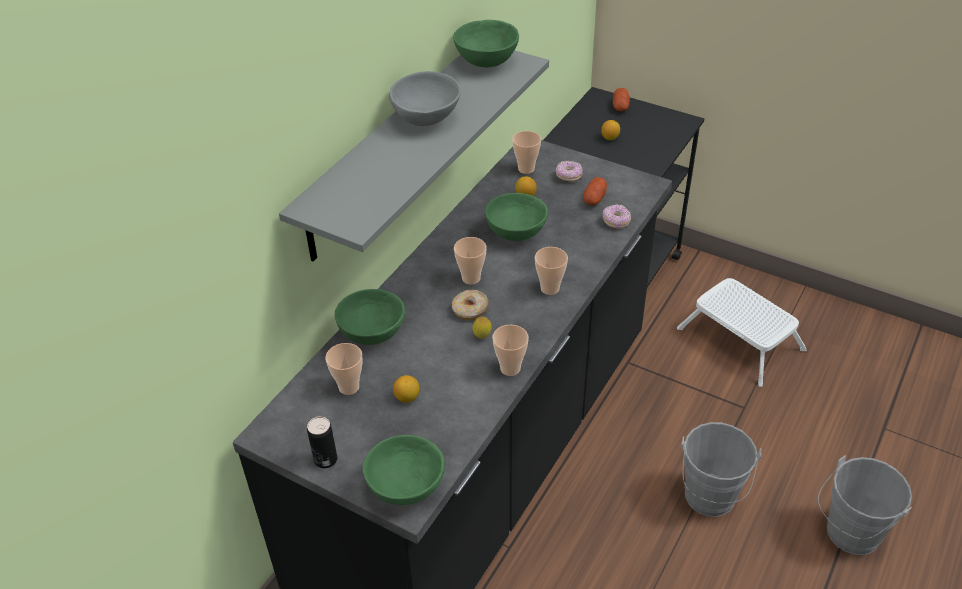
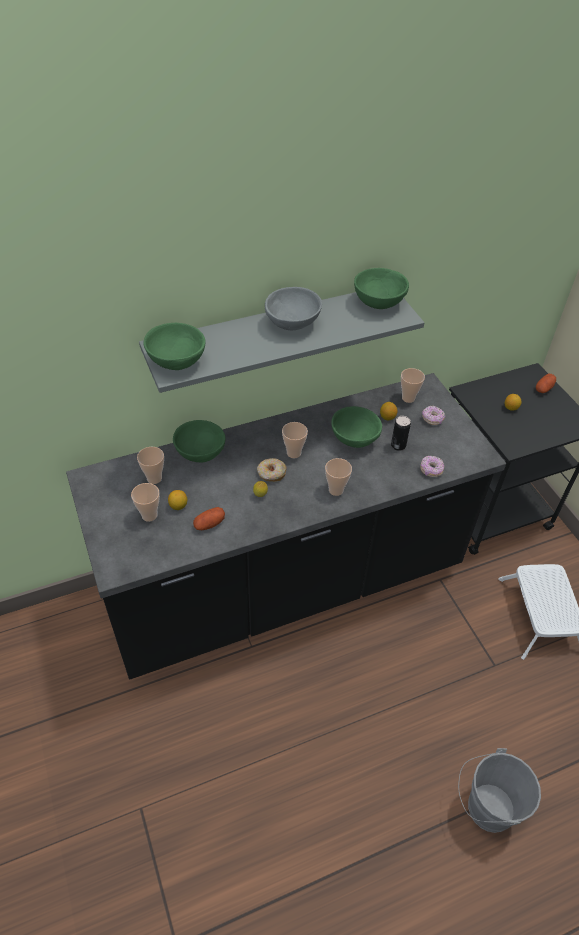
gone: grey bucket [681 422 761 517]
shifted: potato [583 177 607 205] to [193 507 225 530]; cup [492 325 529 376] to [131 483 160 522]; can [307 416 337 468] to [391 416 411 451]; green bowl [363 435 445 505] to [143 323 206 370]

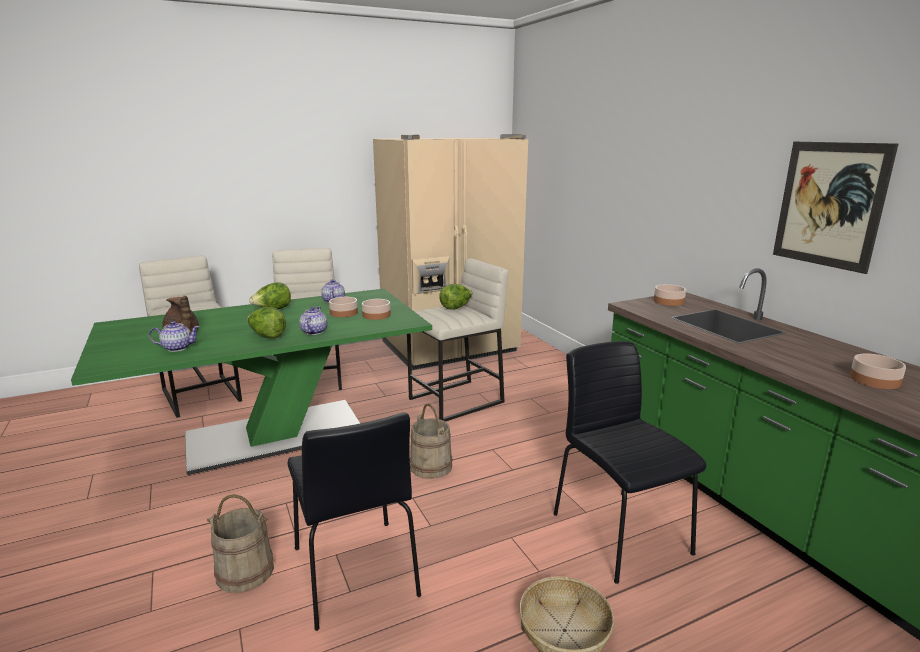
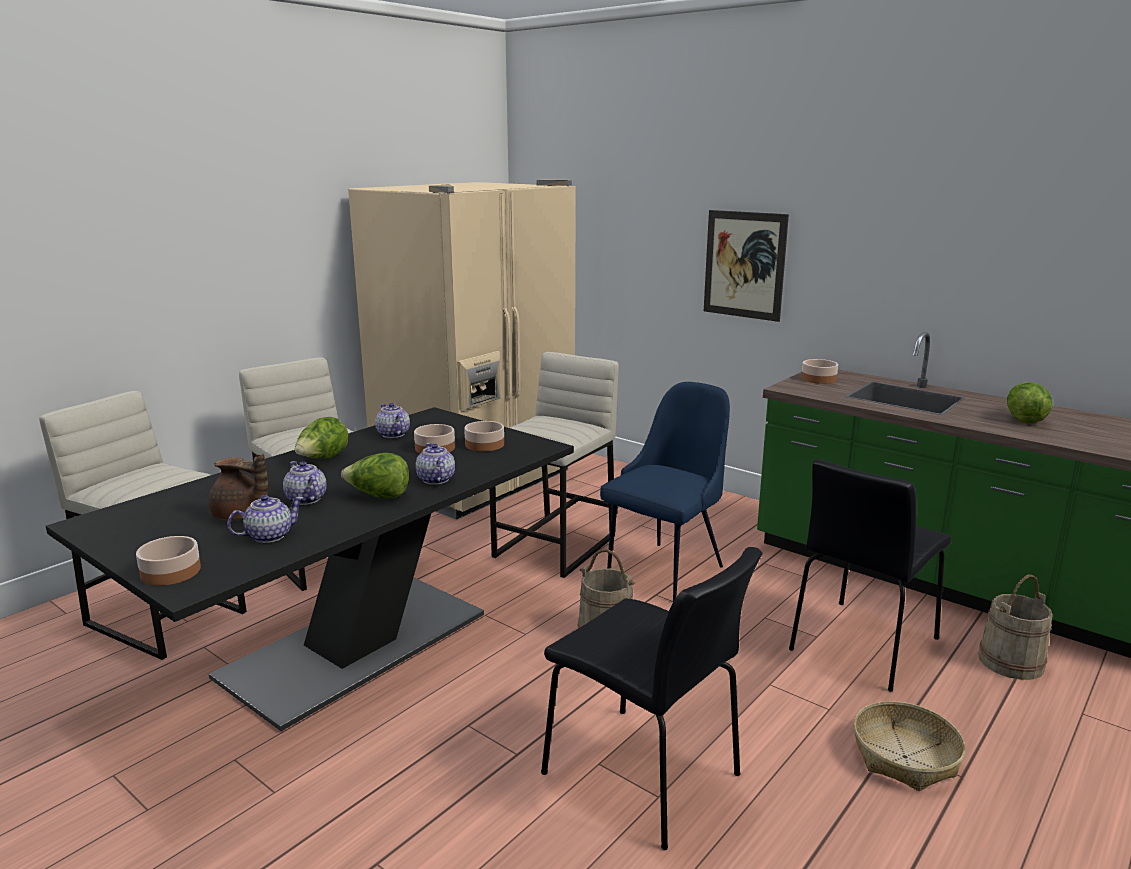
new: blue chair [600 382 730 602]; teapot [283 461 327 505]
shifted: picture [773 142 898 274] to [704 210 789 322]; lettuce [439 284 472 310] to [1007 382 1052 424]; bowl [850 354 906 389] to [136 536 201 586]; beige bucket [207 494 274 593] to [978 575 1053 680]
repainted: green dining table [71 289 432 475] to black dining table [46 407 574 731]
rotated: black chair [554 341 706 584] = [789 459 952 692] 90 degrees counterclockwise

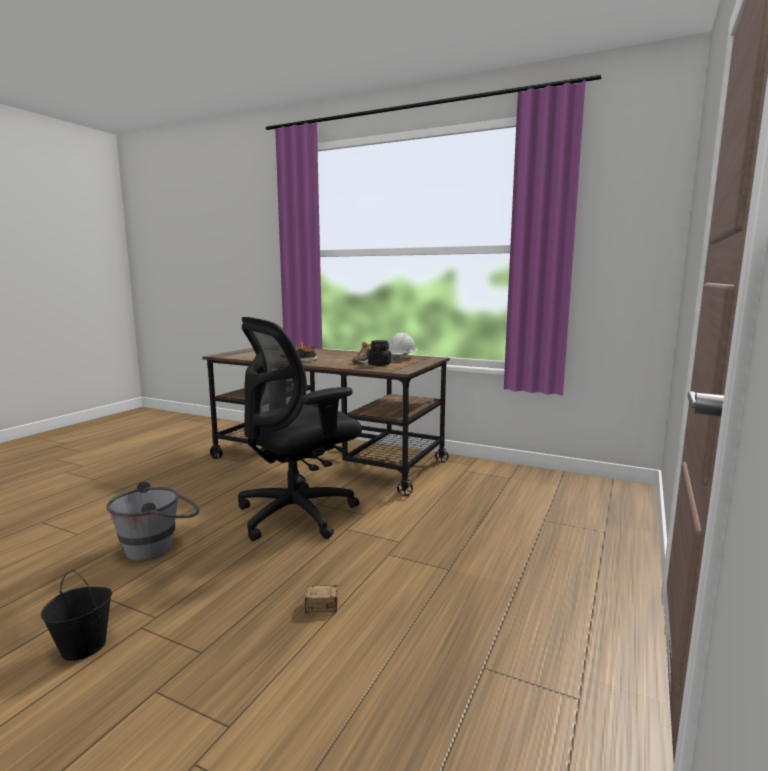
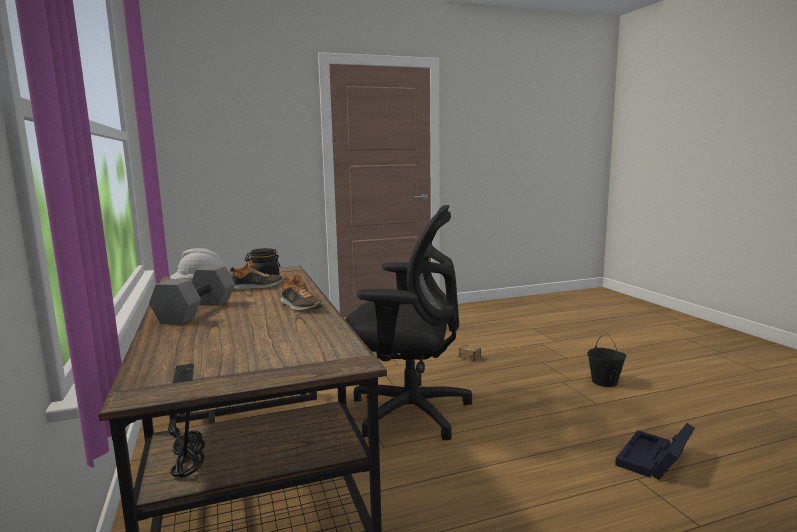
gone: grey bucket [106 481 199 561]
new: grey dumbbell [149 265 235 325]; black storage box [615 423 695 480]

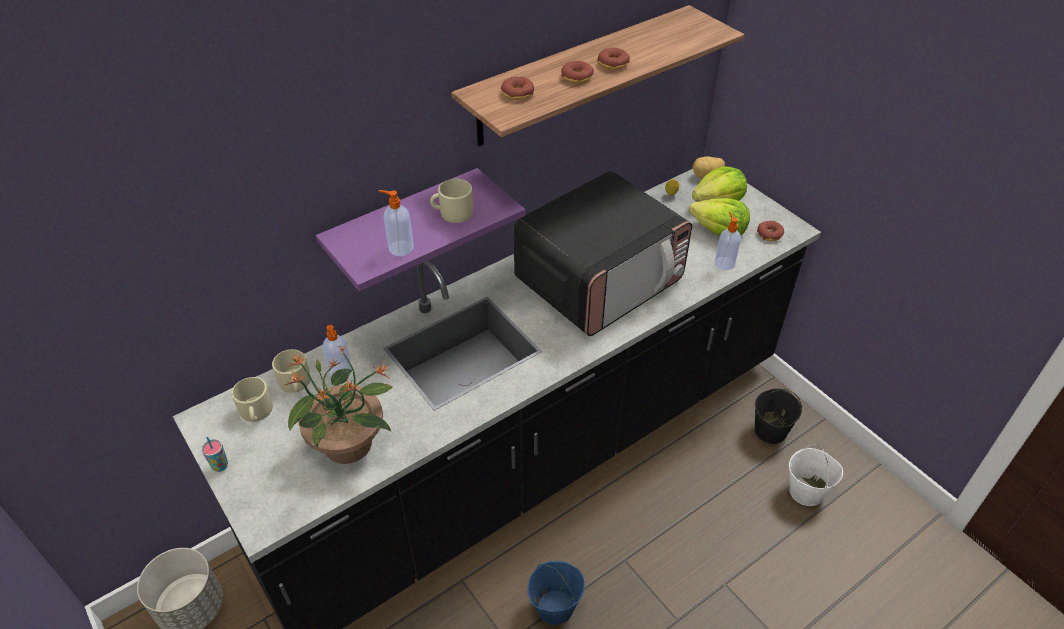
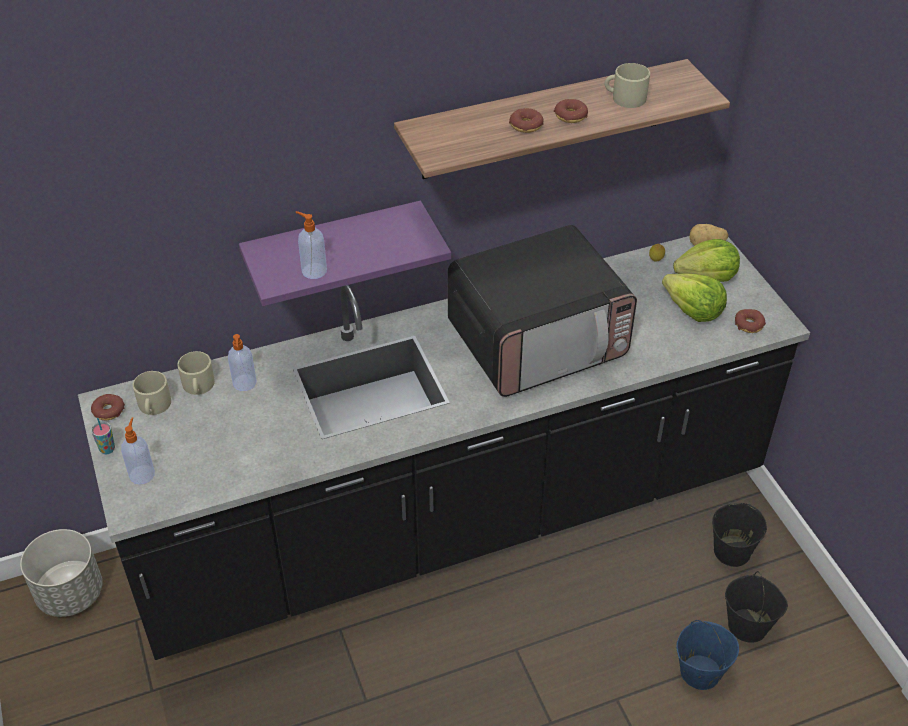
gone: potted plant [283 345 392 464]
shifted: donut [501 77 534 100] to [91 394 125 420]; beige mug [430 179 473 223] to [604 63 650 108]; soap dispenser [715 212 741 270] to [121 417 155 484]; blue bucket [527 561 585 625] to [676 620 739 690]
repainted: white bucket [789 444 843 506] to black bucket [725 571 788 643]

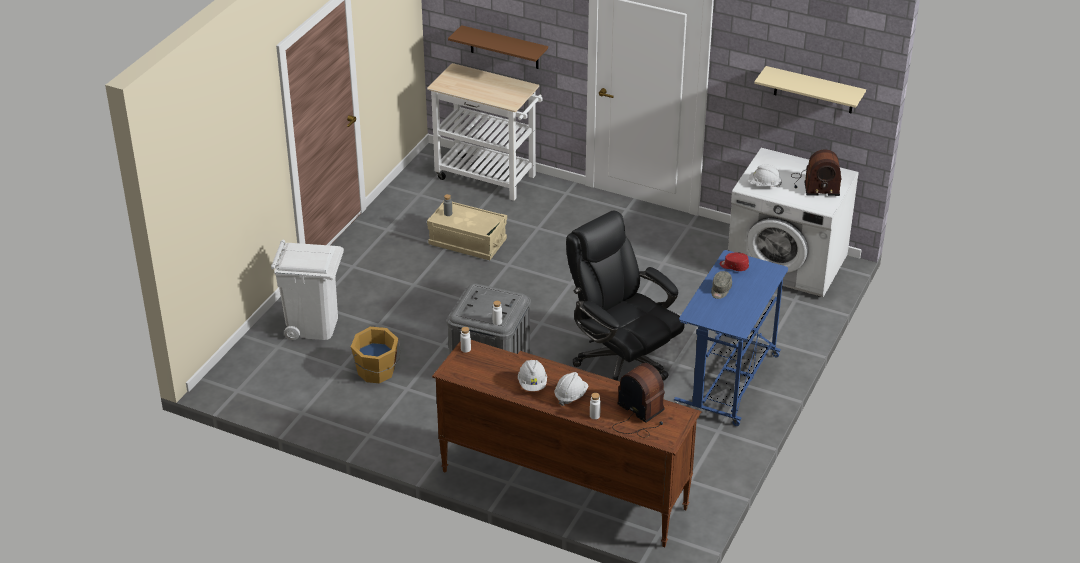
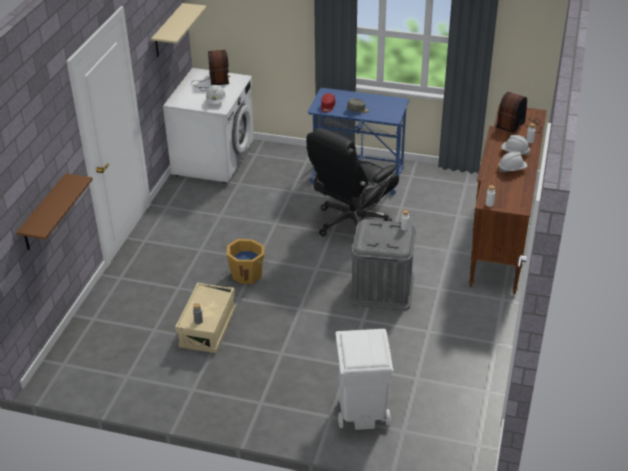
gone: white cart [427 63 543 201]
shifted: orange bucket [351 327 401 384] to [227 239 267 284]

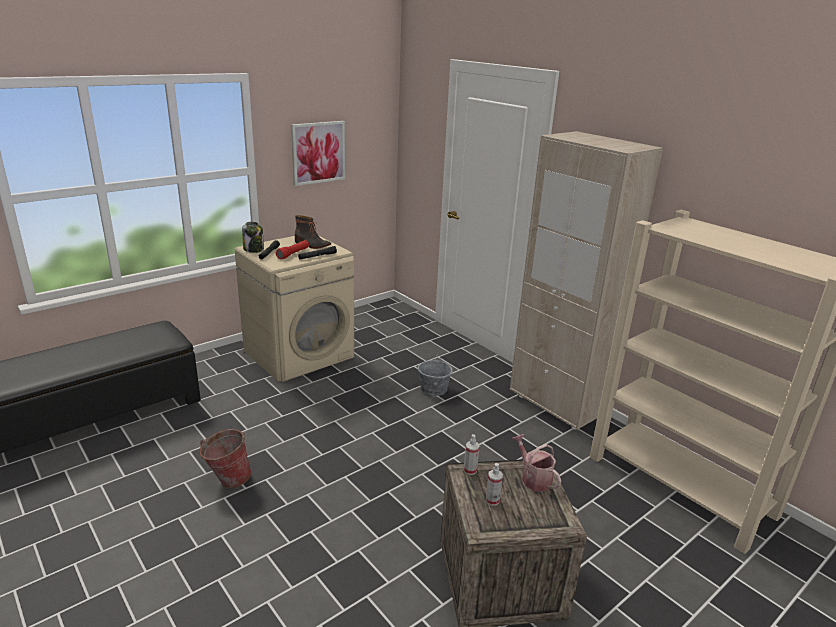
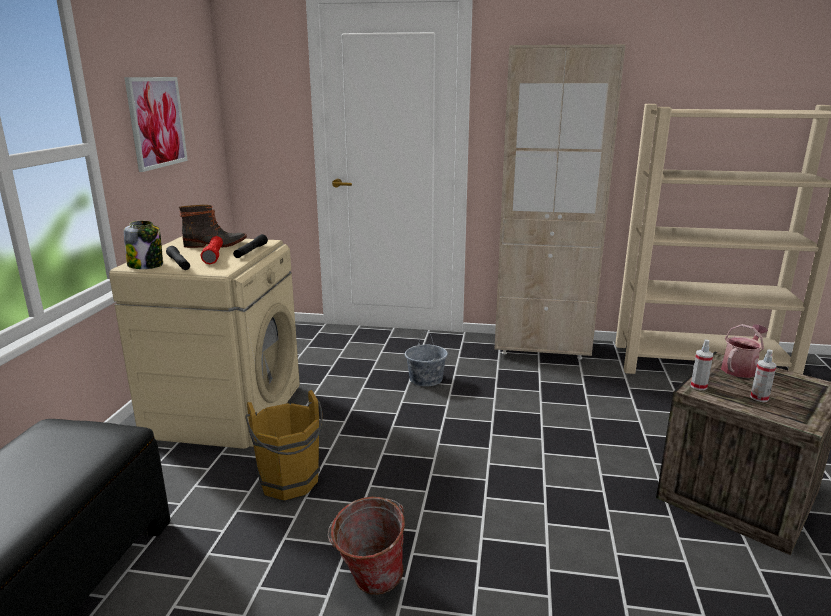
new: brown bucket [245 390 323 500]
rotated: watering can [512 434 561 492] = [721 324 768 378] 120 degrees clockwise

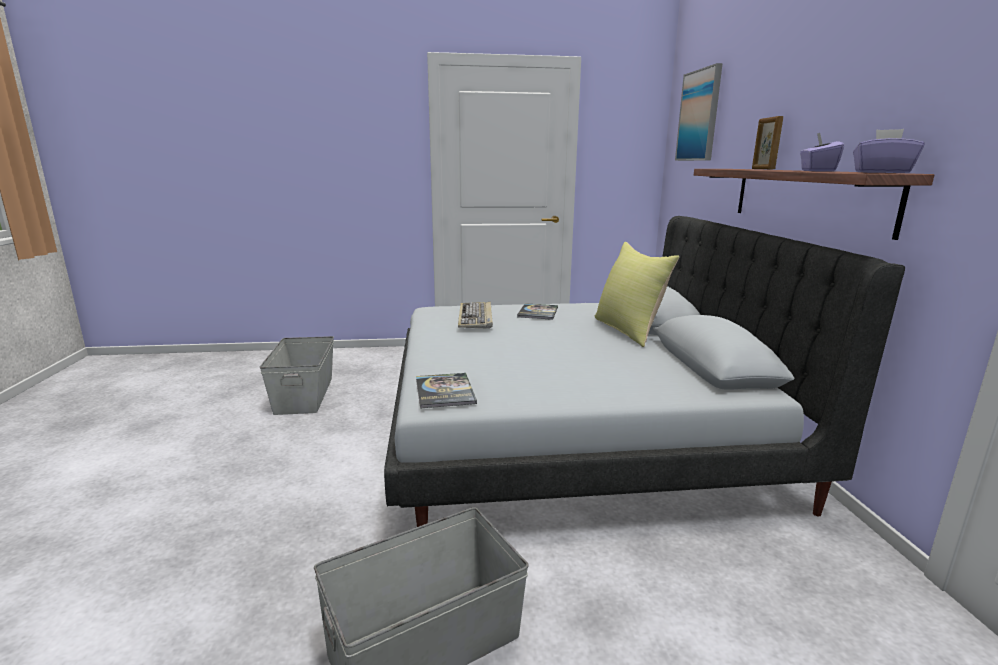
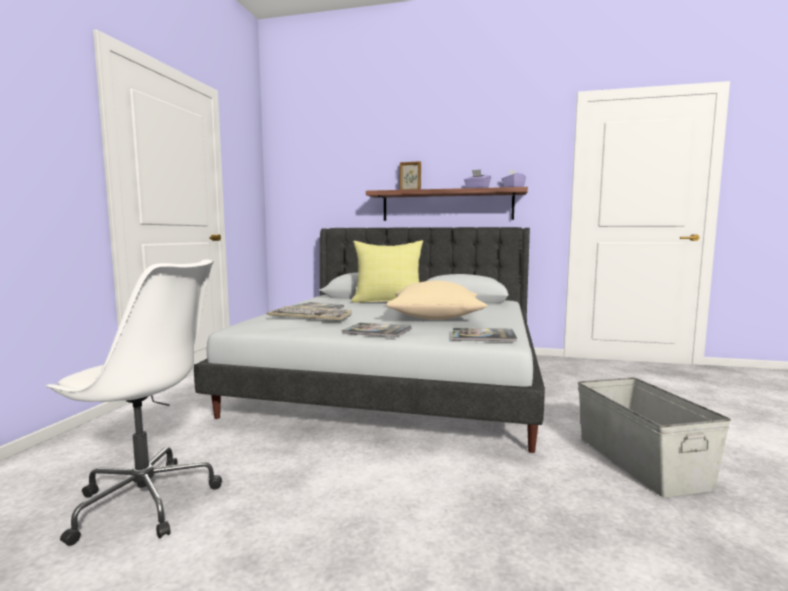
gone: picture [675 63 723 161]
new: beige pillow [386 281 488 320]; book [342 323 411 337]
swapped: grey storage box [259 336 334 415] to white office chair [45 259 222 546]

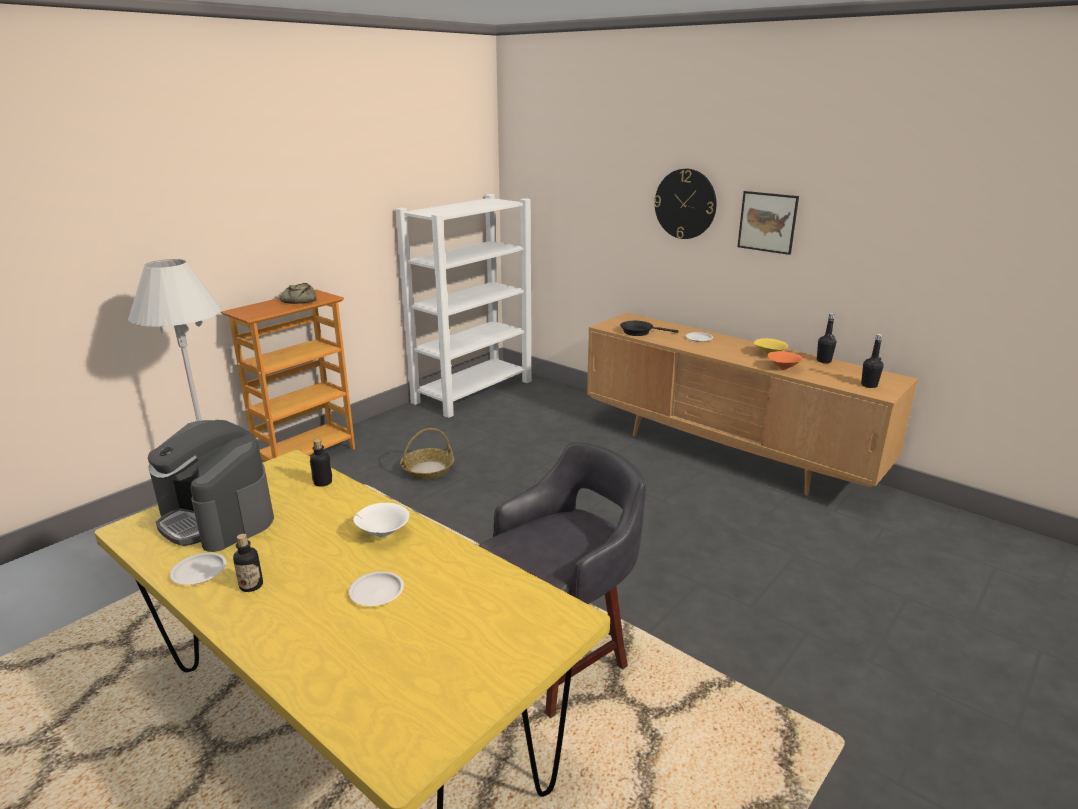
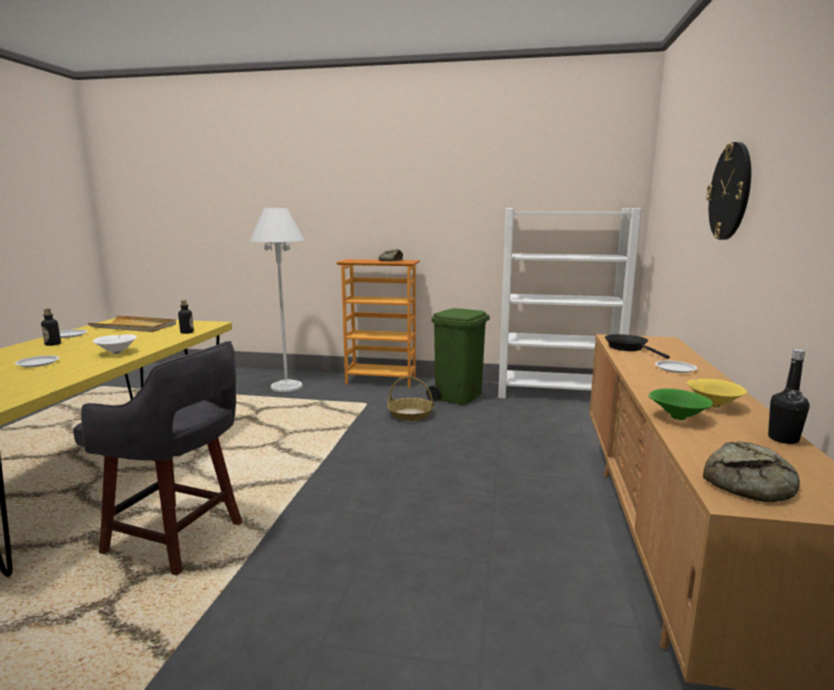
gone: picture [737 191 799 255]
new: green trash can [426 308 490 405]
swapped: black bottle [861 334 884 388] to bread [703 441 800 502]; coffee machine [148 420 274 552] to beige tray [88 315 176 332]
repainted: orange bowl [767 351 803 370] to green bowl [648 389 713 420]

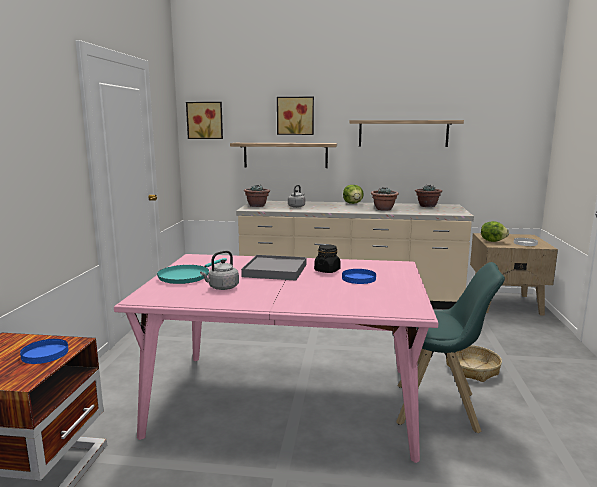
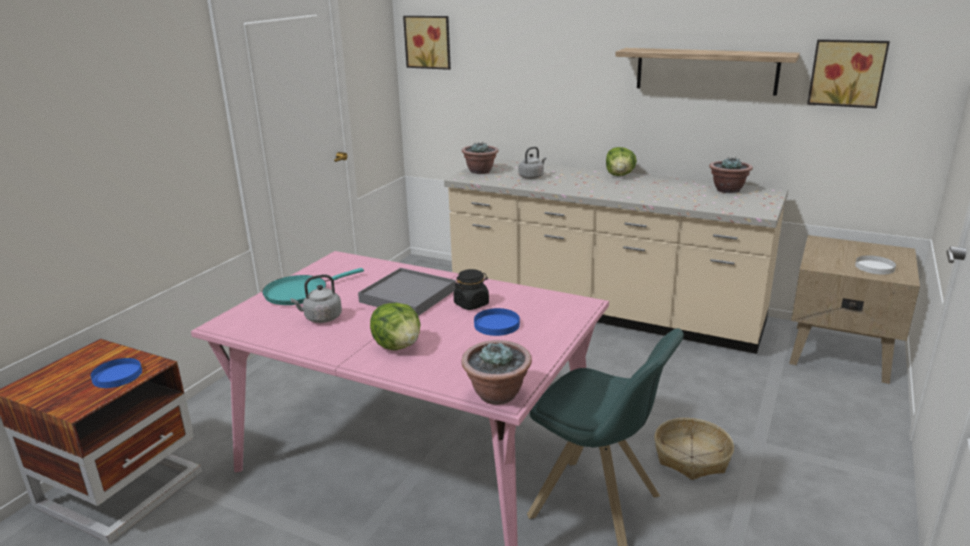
gone: shelf [230 143 337 168]
shifted: picture [277 97 314 135] to [807 39 890 108]; potted plant [371 187 399 211] to [462 340 532 405]; lettuce [481 221 509 242] to [370 303 420 350]

